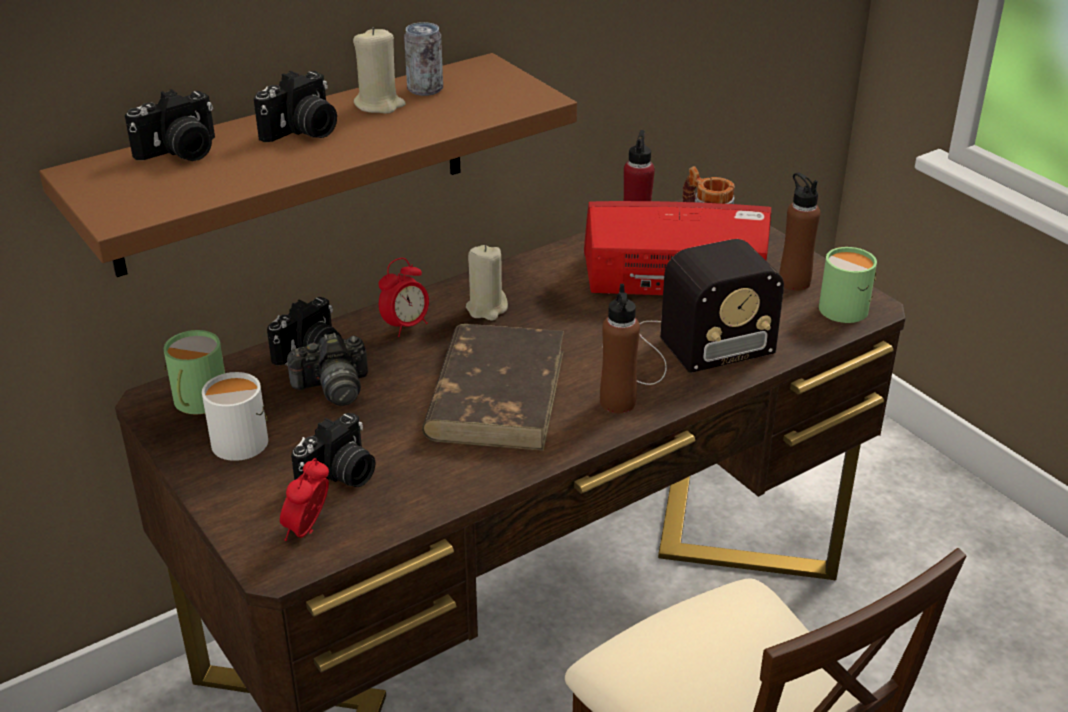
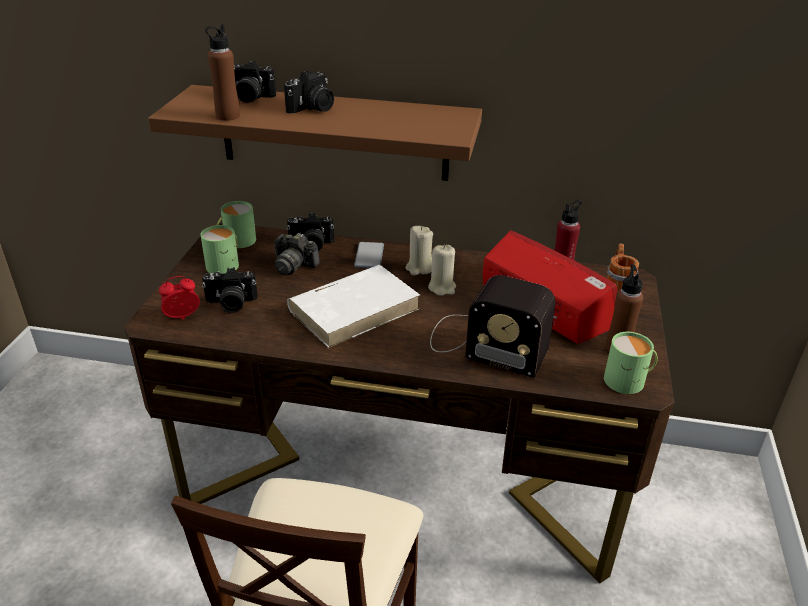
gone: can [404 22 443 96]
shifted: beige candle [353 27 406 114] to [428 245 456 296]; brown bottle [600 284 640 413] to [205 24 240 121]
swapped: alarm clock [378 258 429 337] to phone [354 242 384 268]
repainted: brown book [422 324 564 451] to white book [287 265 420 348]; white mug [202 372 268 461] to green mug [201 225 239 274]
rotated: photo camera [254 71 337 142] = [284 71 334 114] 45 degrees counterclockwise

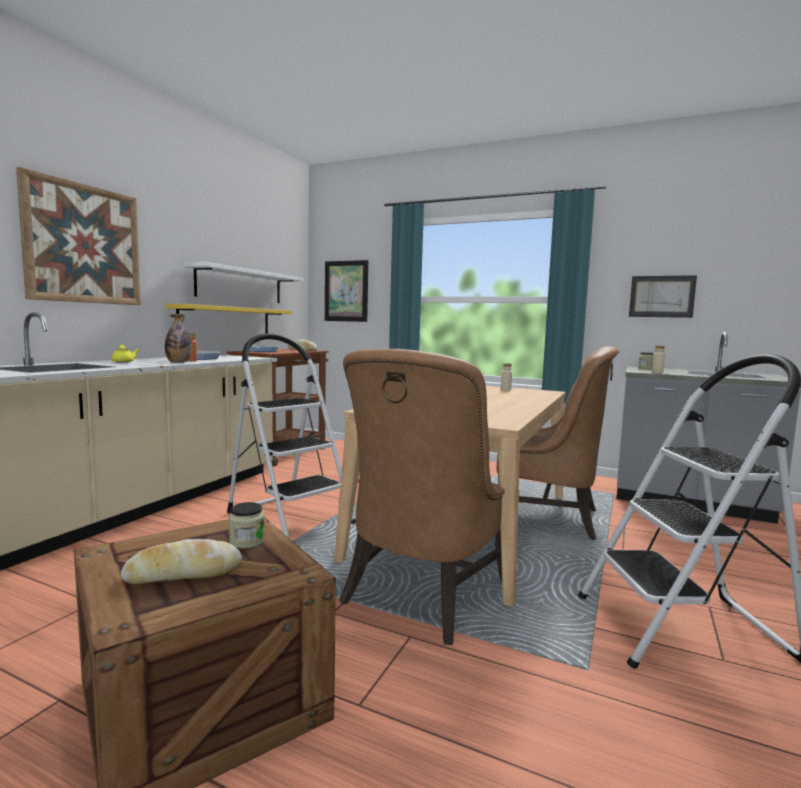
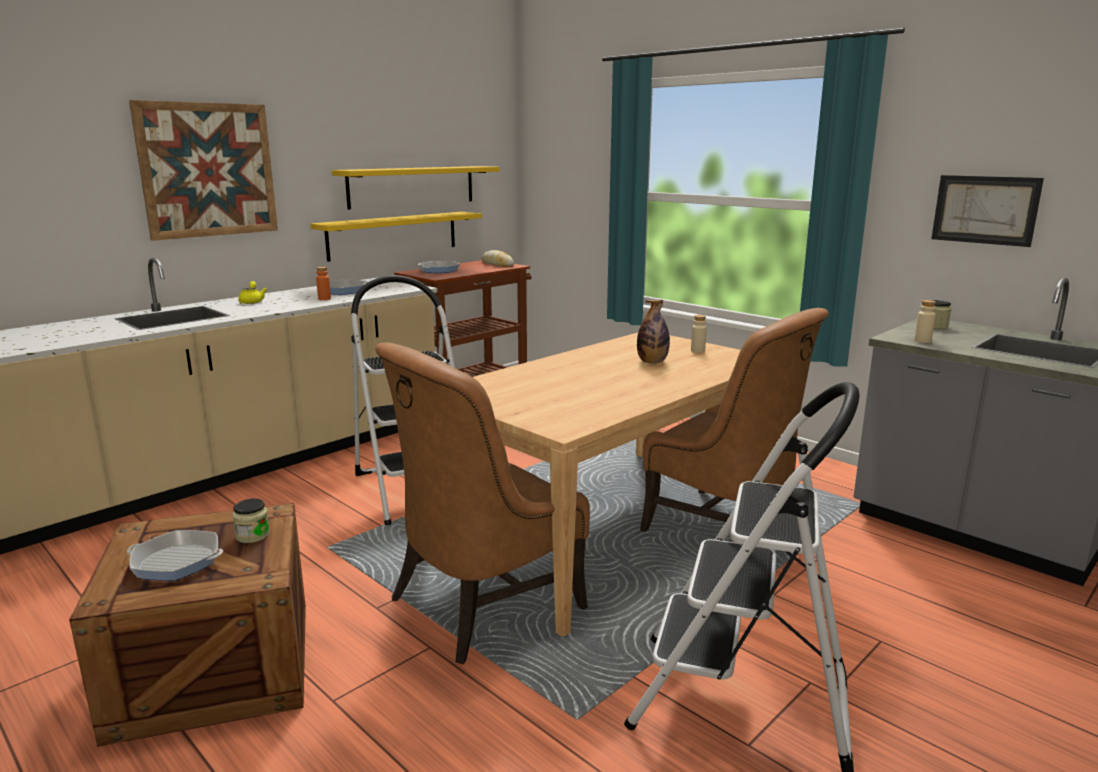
gone: picture [325 260 368 322]
shifted: bottle [165 314 192 363] to [637 300 670 363]
swapped: bread [121 539 242 584] to frying pan [127 530 223 581]
repainted: white shelf [184 262 303 303] to yellow shelf [332 166 500 209]

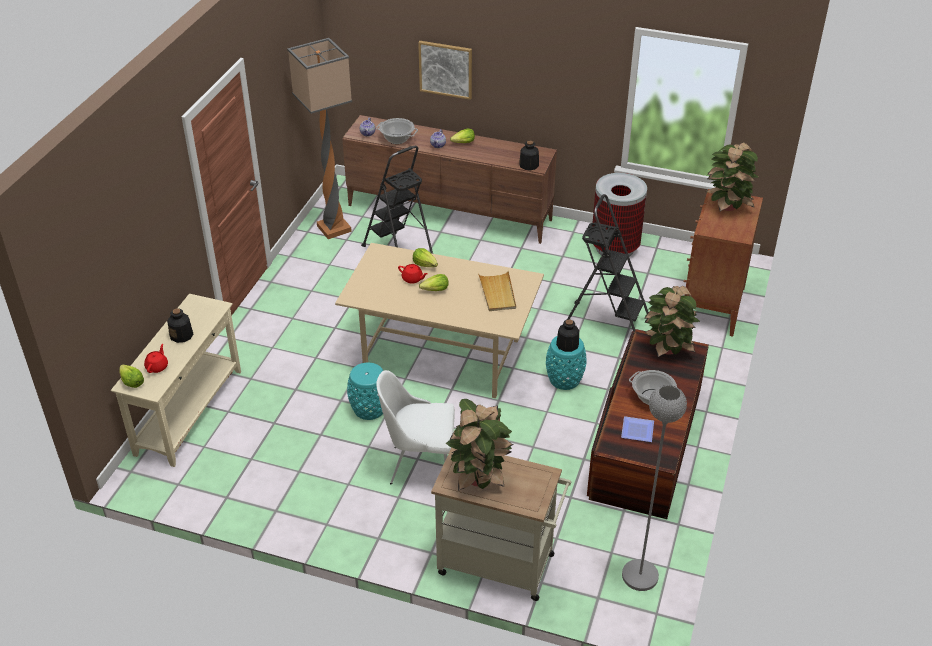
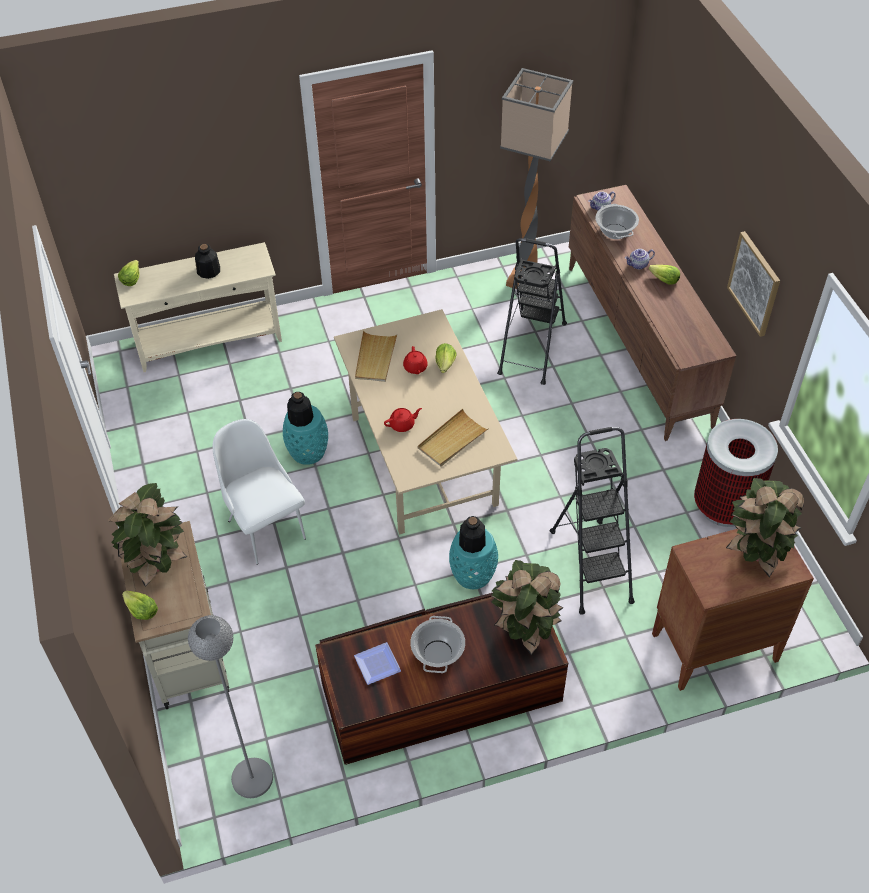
new: beige tray [355 330 397 382]
shifted: picture [418 41 472 100] to [727 231 780 337]; bottle [519 141 539 171] to [287 392 314 427]; lettuce [419 274 449 291] to [122 590 158 620]; red teapot [144 344 168 373] to [384 408 422 432]

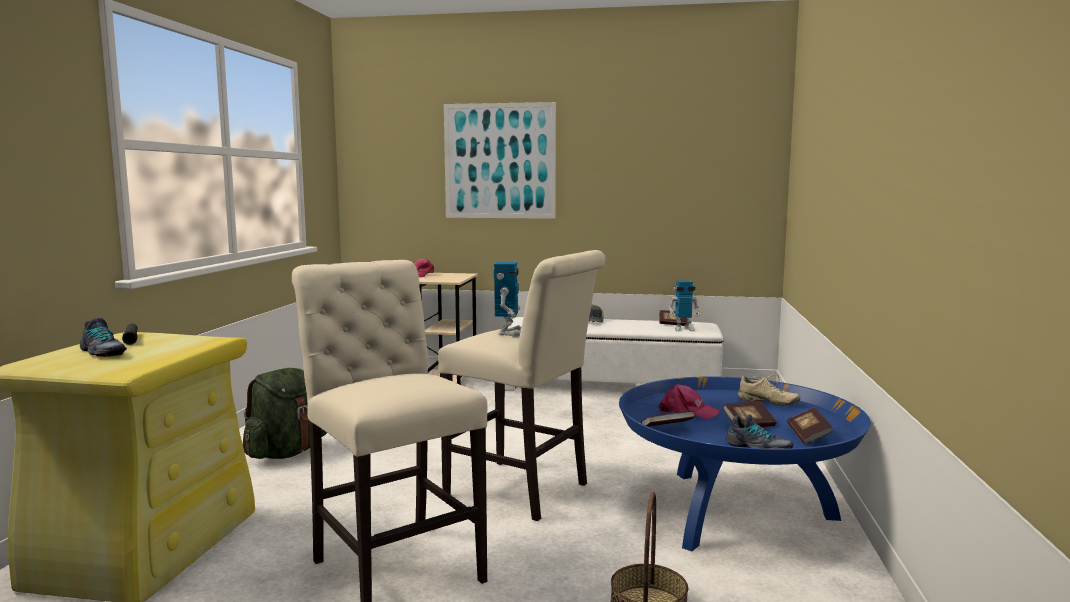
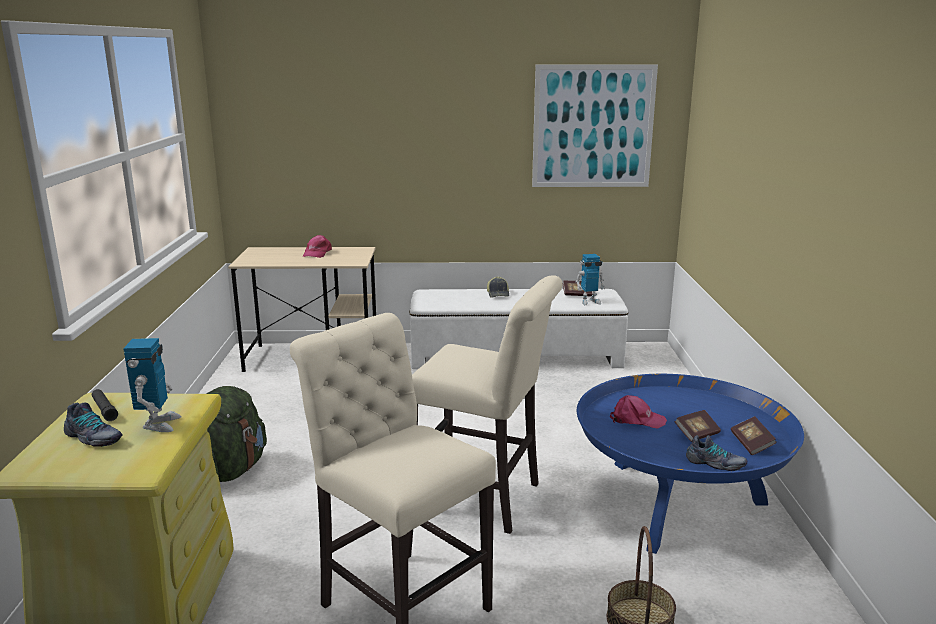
gone: beige shoe [738 374 801 406]; book [641 411 696 427]
shifted: picture [444 102 556 219] to [532 65 658 187]; toy robot [493 262 521 337] to [123 338 181 432]

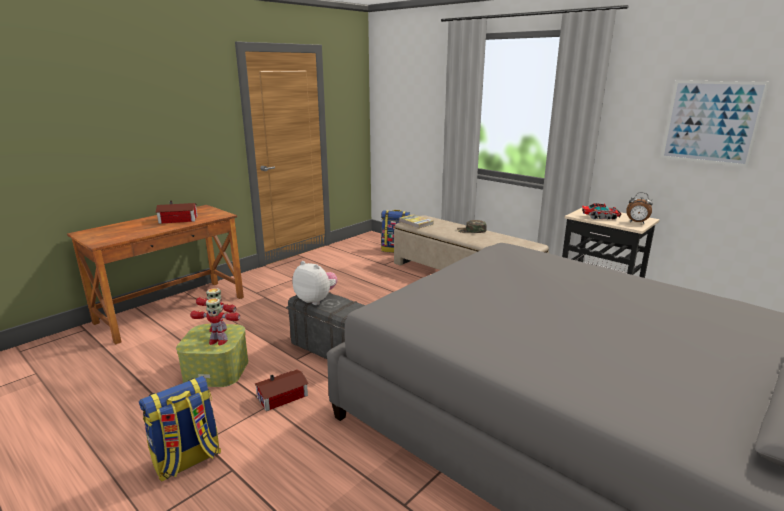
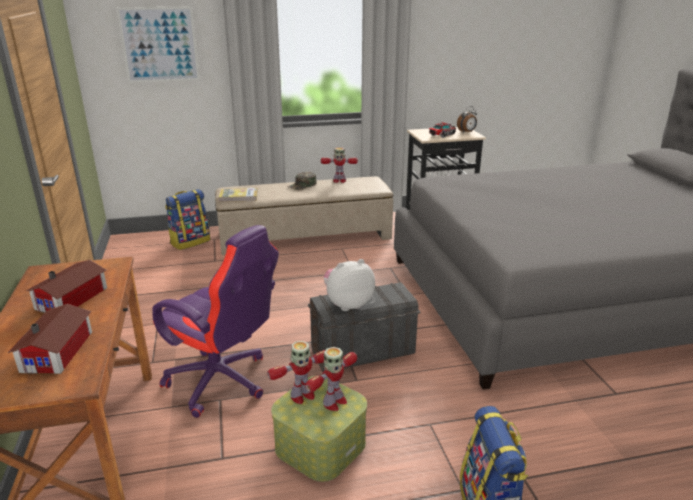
new: toy robot [321 147 358 183]; purple office chair [152 225 279 418]
shifted: picture [661 80 769 167] to [116 7 200 83]; toy house [254 369 309 411] to [8 304 92 374]

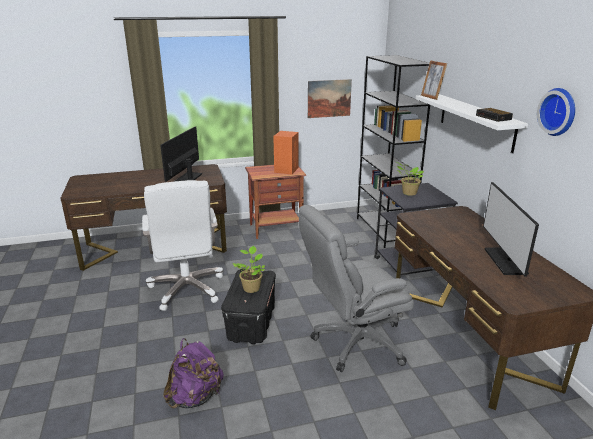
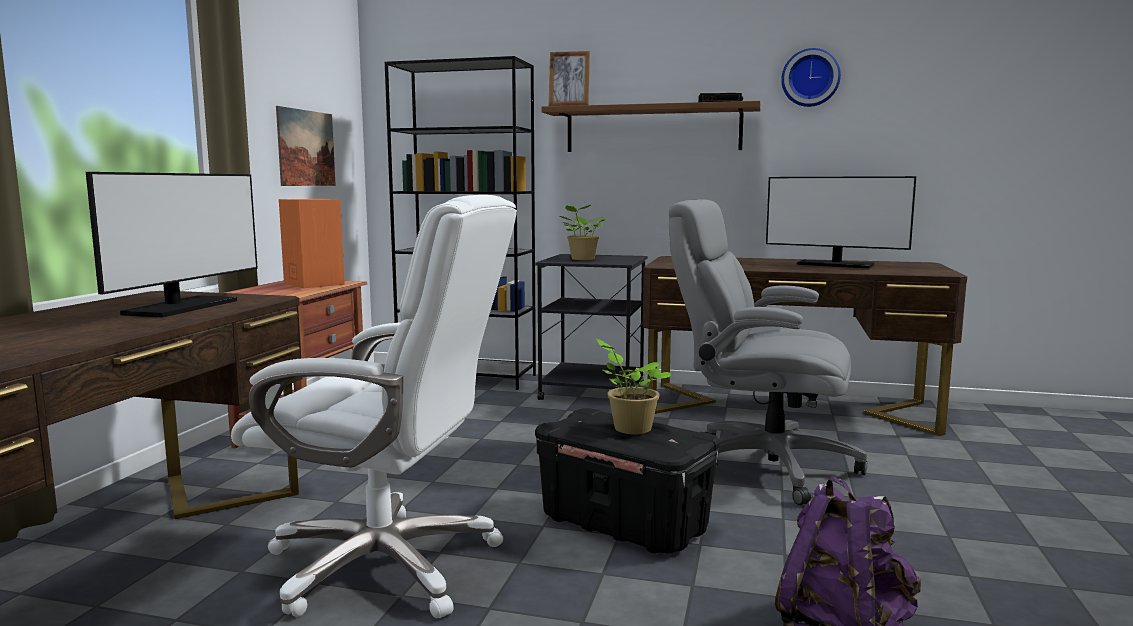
repainted: white shelf [416 94 528 153] to brown shelf [542 101 761 152]
rotated: monitor [160 126 202 182] = [86 172 258 318] 120 degrees counterclockwise; grey office chair [299 205 414 372] = [669 199 867 505] 105 degrees clockwise

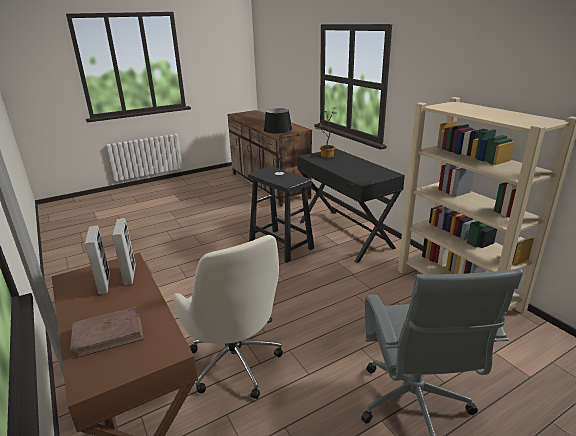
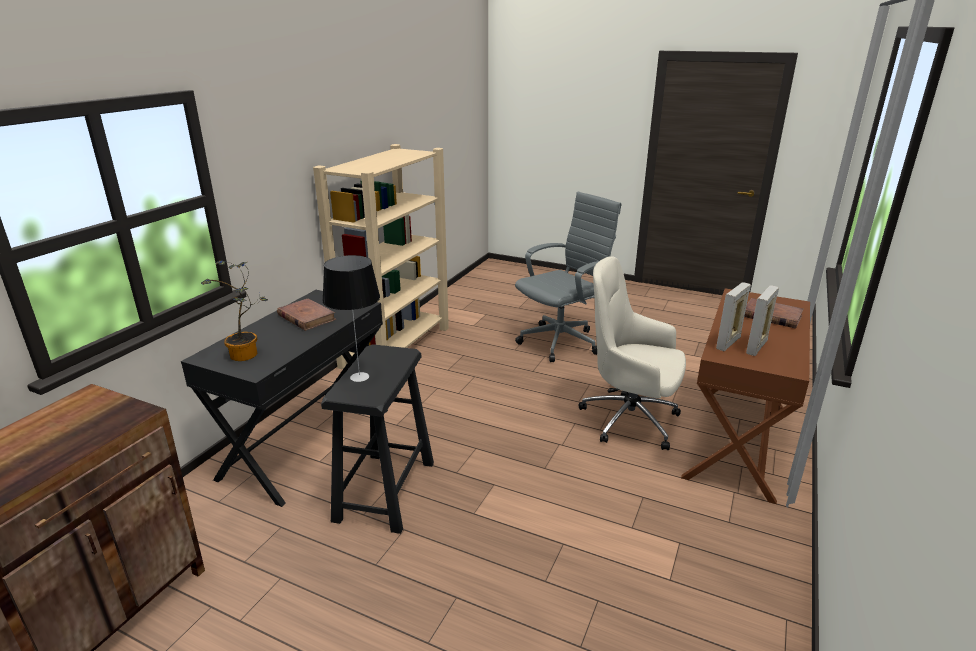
new: brown book [277 298 336 331]
rotated: beige office chair [173 235 283 399] = [579 256 686 450] 90 degrees counterclockwise

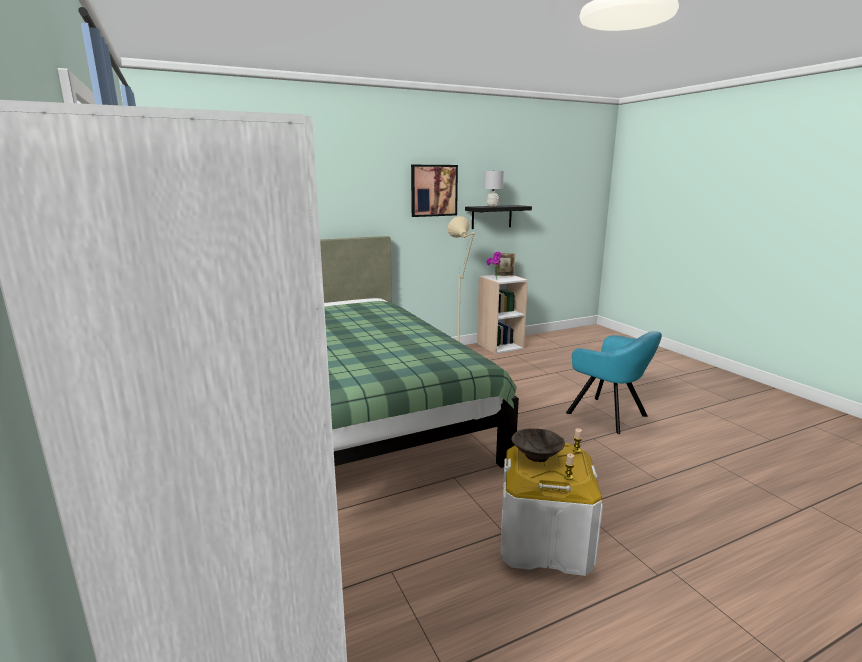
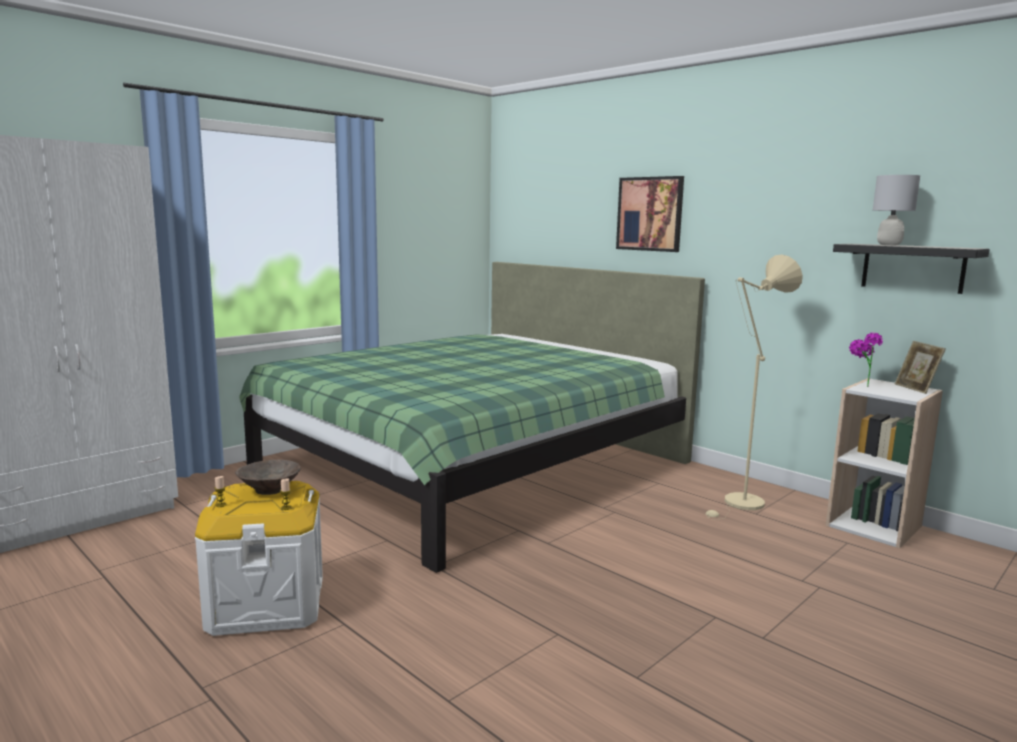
gone: turquoise armchair [566 331 662 434]
shifted: picture [411 165 458 217] to [616 176 684 252]

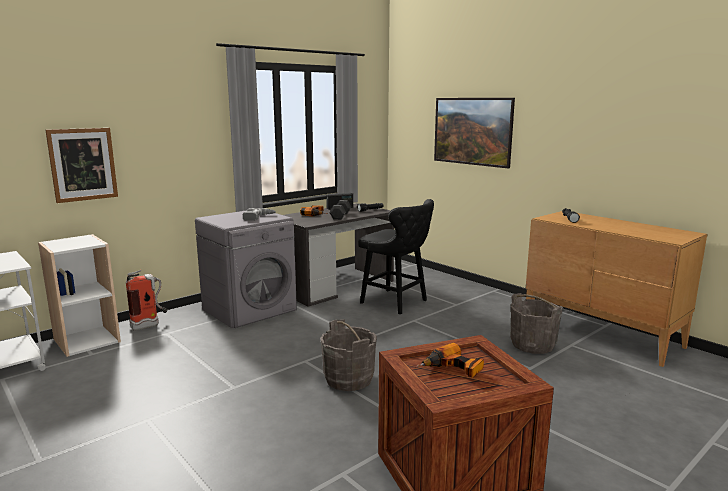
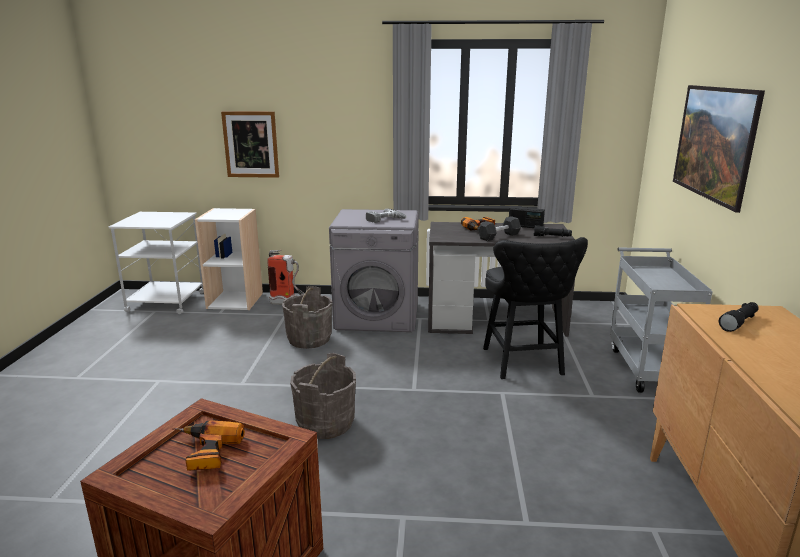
new: grey cart [610 247 713 393]
shifted: grey bucket [511 293 563 354] to [282 286 332 349]

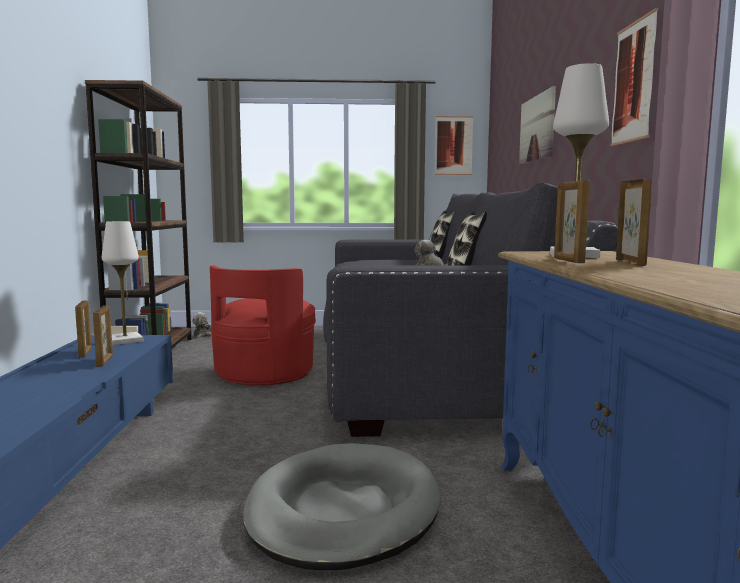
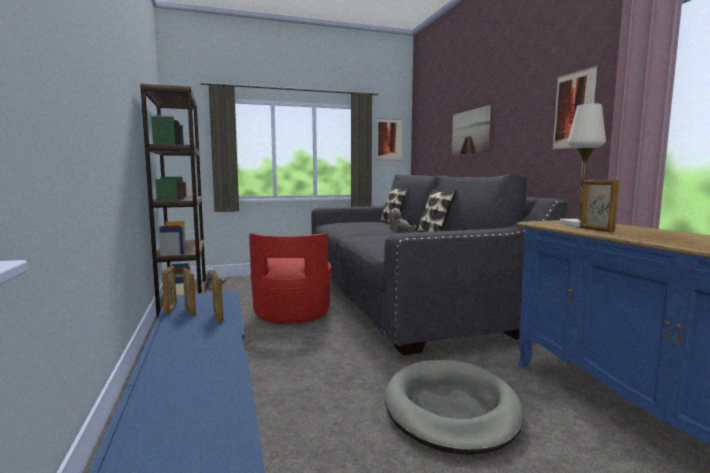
gone: white table lamp [102 221 143 345]
shifted: picture frame [616 179 652 266] to [162 266 177 314]

